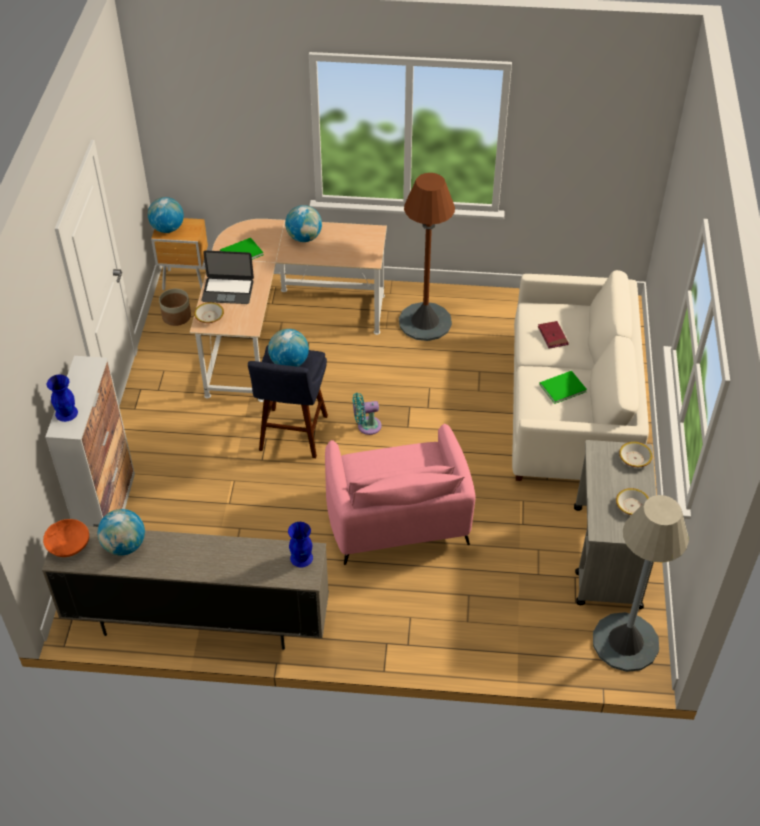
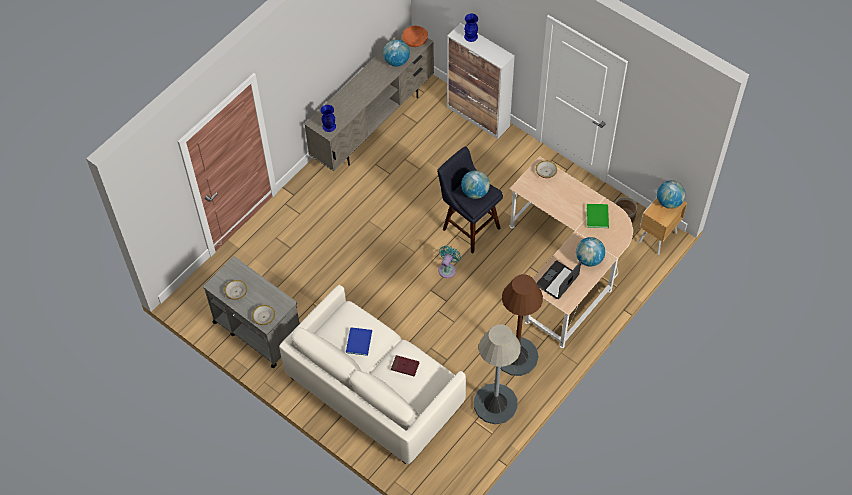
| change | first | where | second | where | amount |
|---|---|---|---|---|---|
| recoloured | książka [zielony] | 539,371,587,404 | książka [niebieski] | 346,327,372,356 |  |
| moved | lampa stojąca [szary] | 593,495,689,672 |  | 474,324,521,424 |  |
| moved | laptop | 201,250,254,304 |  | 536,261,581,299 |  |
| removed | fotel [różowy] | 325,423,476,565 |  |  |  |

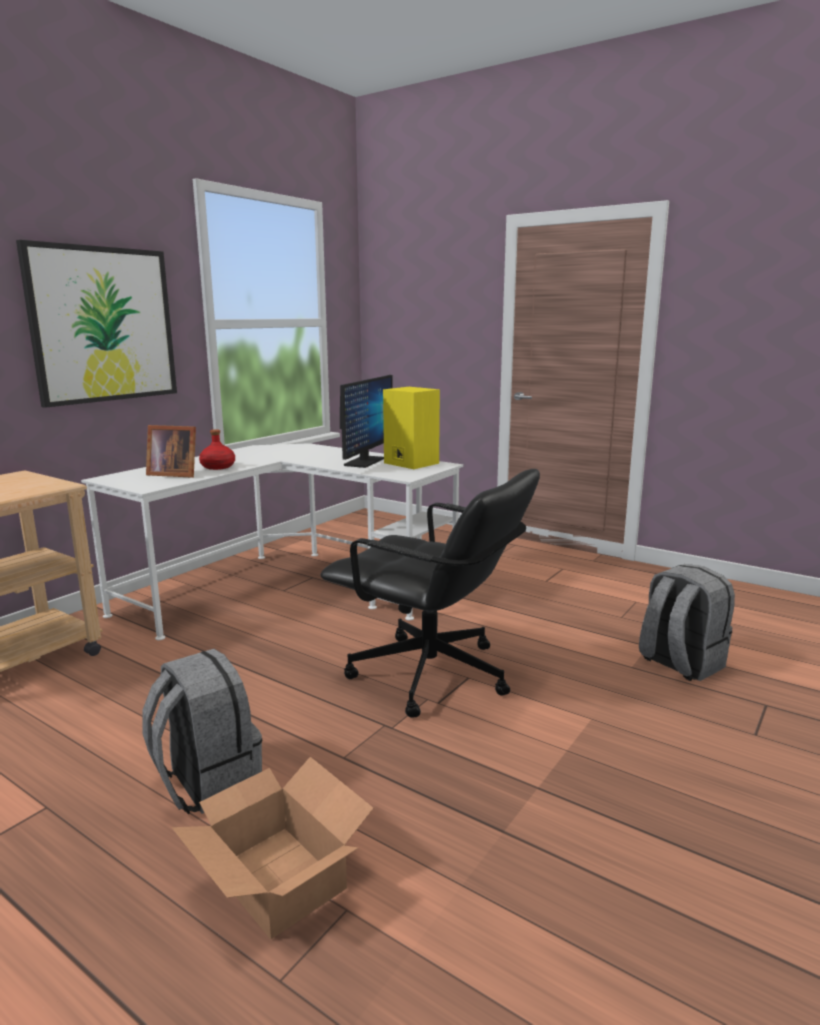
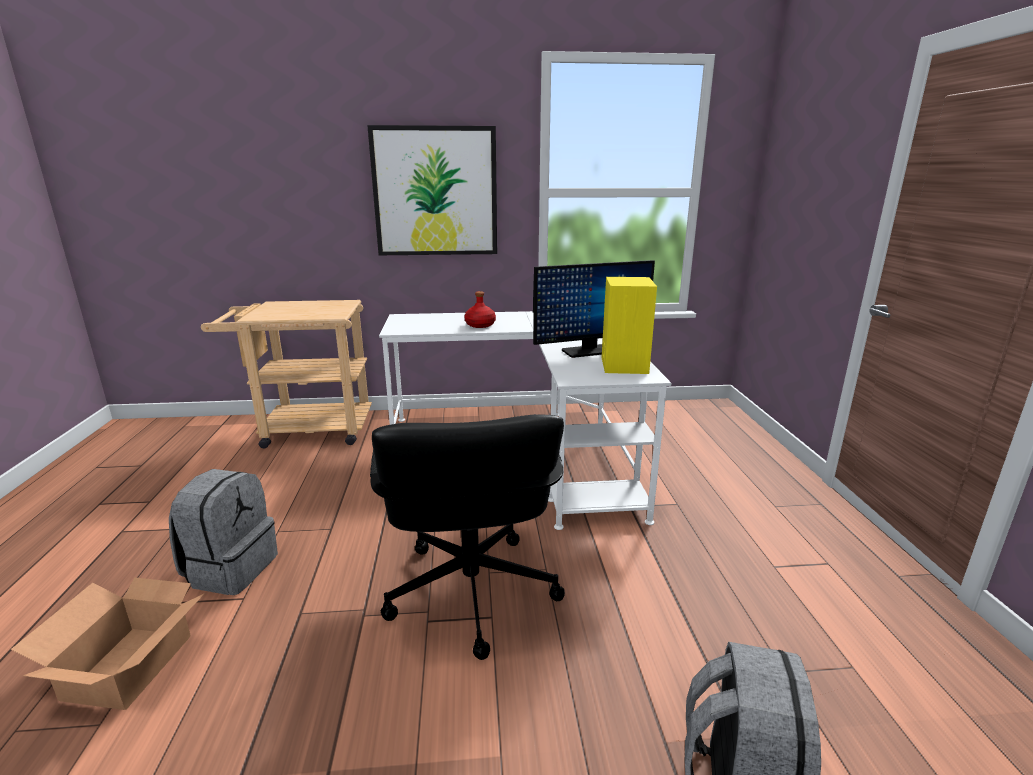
| change | first | where | second | where | amount |
|---|---|---|---|---|---|
| removed | ramka na zdjęcie | 146,425,196,478 |  |  |  |

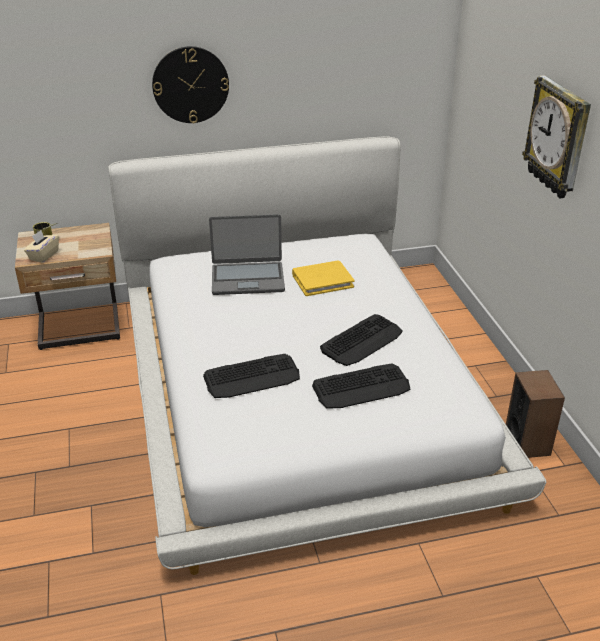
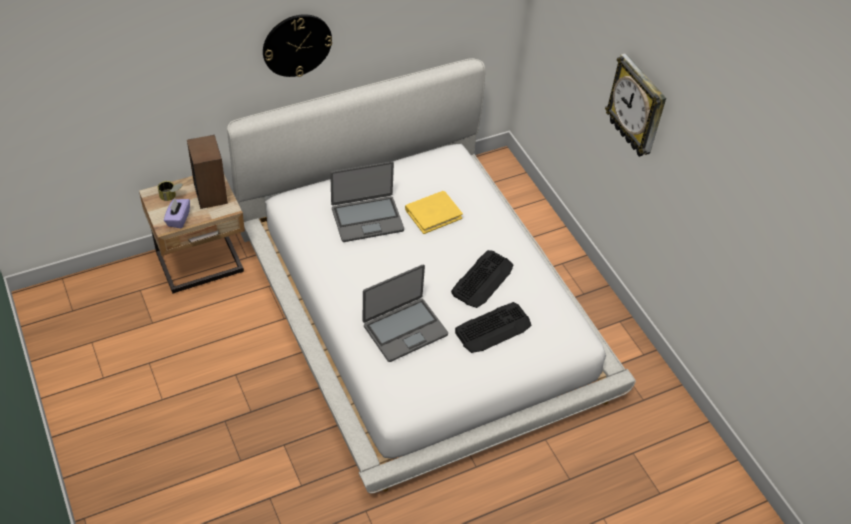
| change | first | where | second | where | amount |
|---|---|---|---|---|---|
| recoloured | pudełko chusteczek [beżowy] | 24,230,59,263 | pudełko chusteczek [fioletowy] | 164,199,190,229 |  |
| moved | głośnik | 506,370,565,458 |  | 187,135,228,209 |  |
| replaced | klawiatura | 203,354,300,398 | laptop | 363,265,448,362 |  |

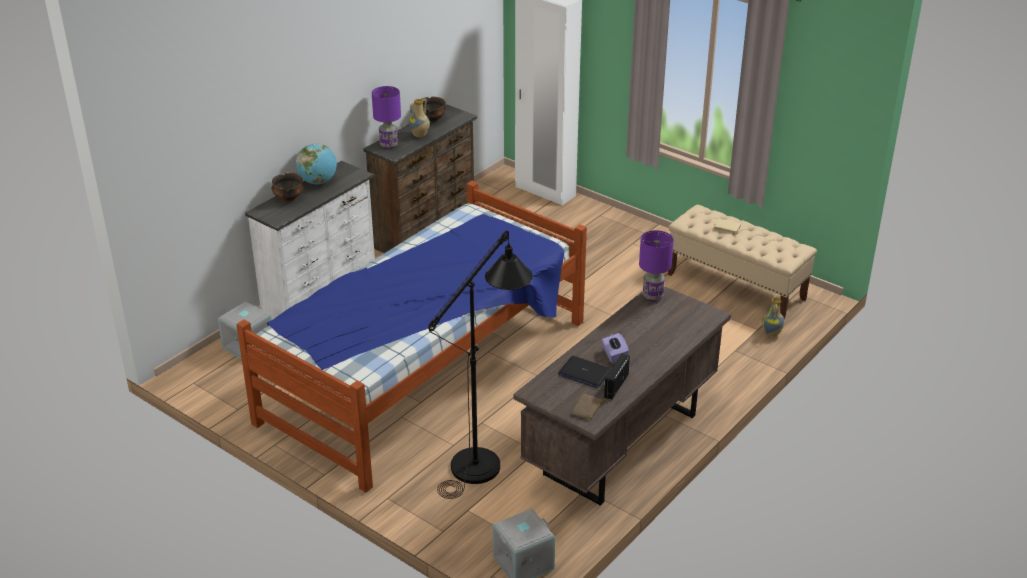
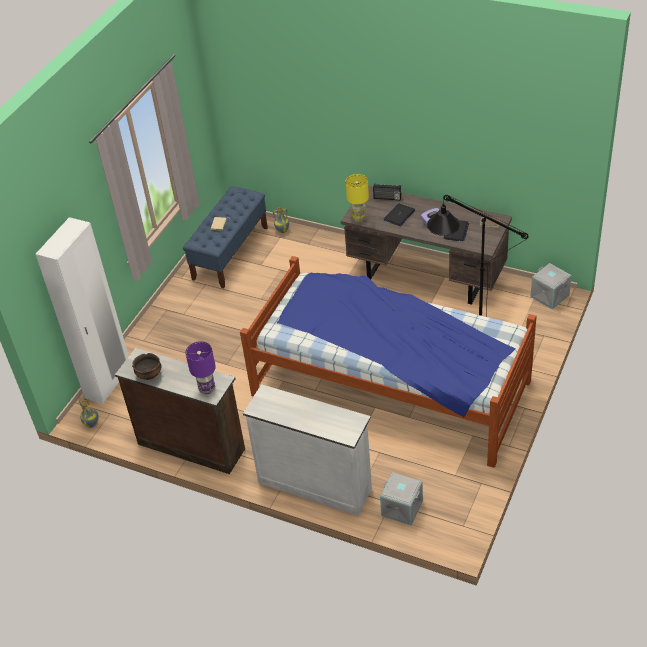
| change | first | where | second | where | amount |
|---|---|---|---|---|---|
| moved | wazon | 409,99,430,138 |  | 79,400,99,428 |  |
| recoloured | ławka [beżowy] | 668,205,817,320 | ławka [niebieski] | 183,186,268,289 |  |
| recoloured | lampa stołowa [fioletowy] | 639,230,674,301 | lampa stołowa [żółty] | 345,174,369,222 |  |
| moved | radio | 604,353,630,400 |  | 373,183,401,200 |  |
| added |  |  | laptop | 384,204,415,226 |  |
| removed | miska | 272,173,303,202 |  |  |  |
| removed | globus | 296,143,337,184 |  |  |  |

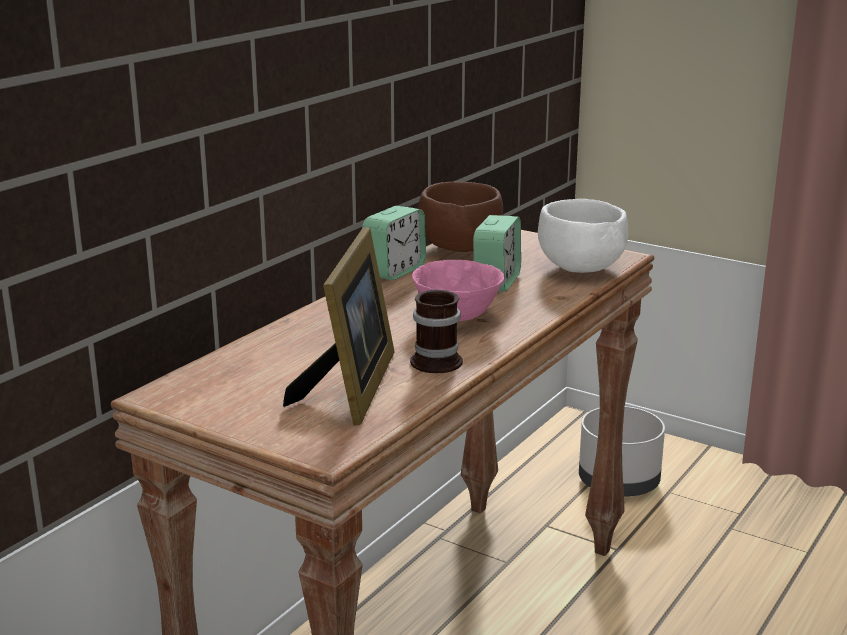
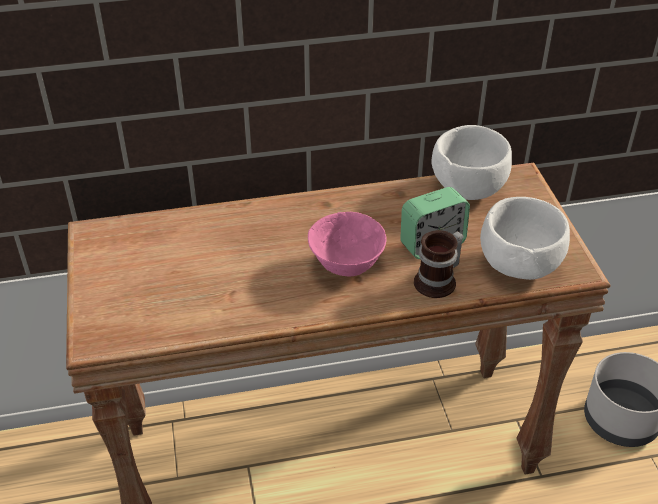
| change | first | where | second | where | amount |
|---|---|---|---|---|---|
| moved | kubek | 410,290,463,373 |  | 414,230,464,298 |  |
| recoloured | miska [brązowy] | 418,182,503,252 | miska [biały] | 432,125,512,200 |  |
| removed | ramka na zdjęcie | 283,227,395,426 |  |  |  |
| removed | budzik | 362,206,426,280 |  |  |  |

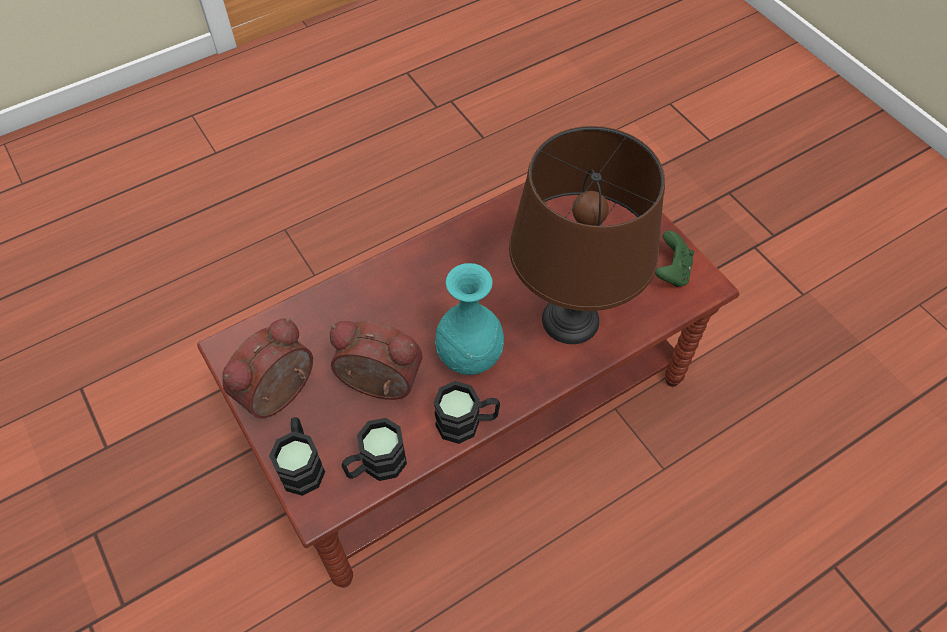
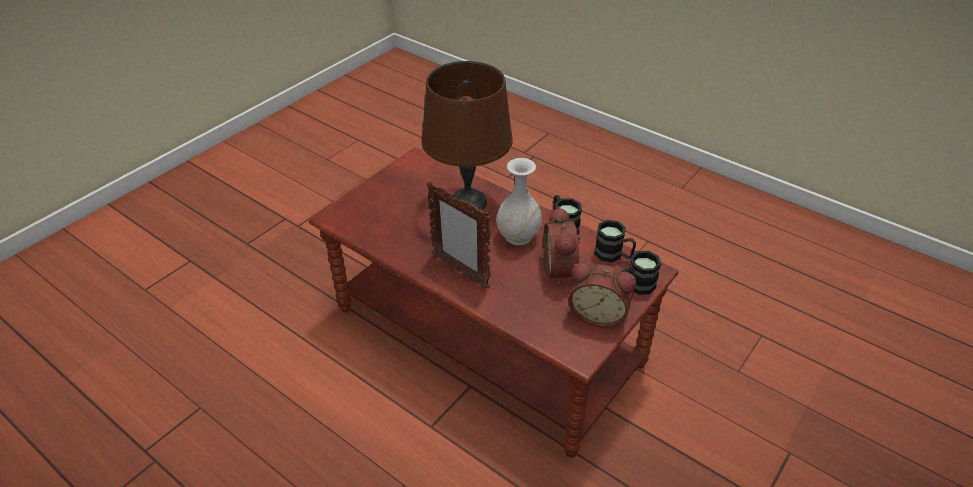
| change | first | where | second | where | amount |
|---|---|---|---|---|---|
| added |  |  | ramka na zdjęcie | 426,181,491,289 |  |
| recoloured | wazon [turkusowy] | 435,263,504,375 | wazon [biały] | 497,158,542,245 |  |
| removed | pad do gier [zielony] | 655,231,694,287 |  |  |  |

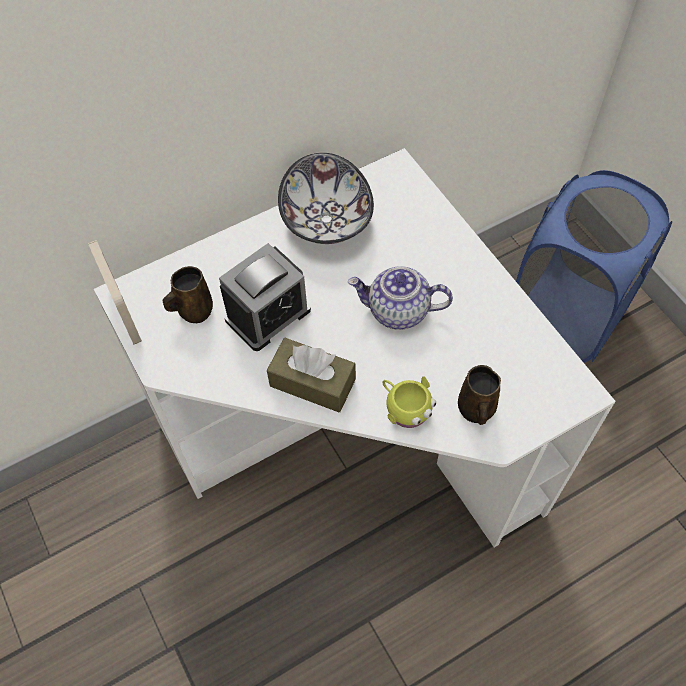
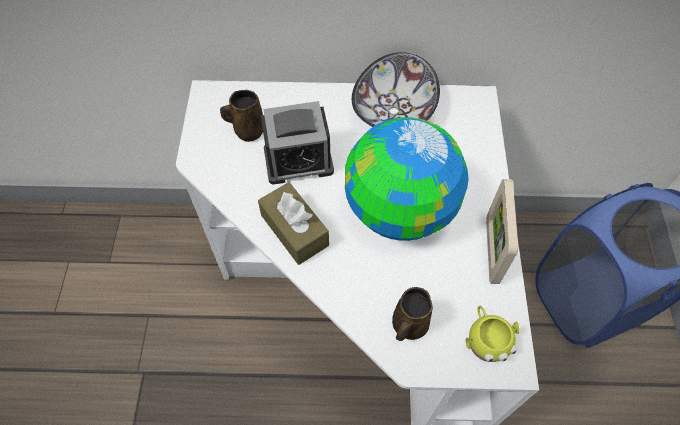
| change | first | where | second | where | amount |
|---|---|---|---|---|---|
| replaced | imbryk | 348,266,453,330 | globus | 345,117,469,241 |  |
| moved | kubek [żółty] | 383,376,436,428 |  | 466,306,519,362 |  |
| moved | ramka na zdjęcie | 88,240,142,344 |  | 486,179,518,284 |  |

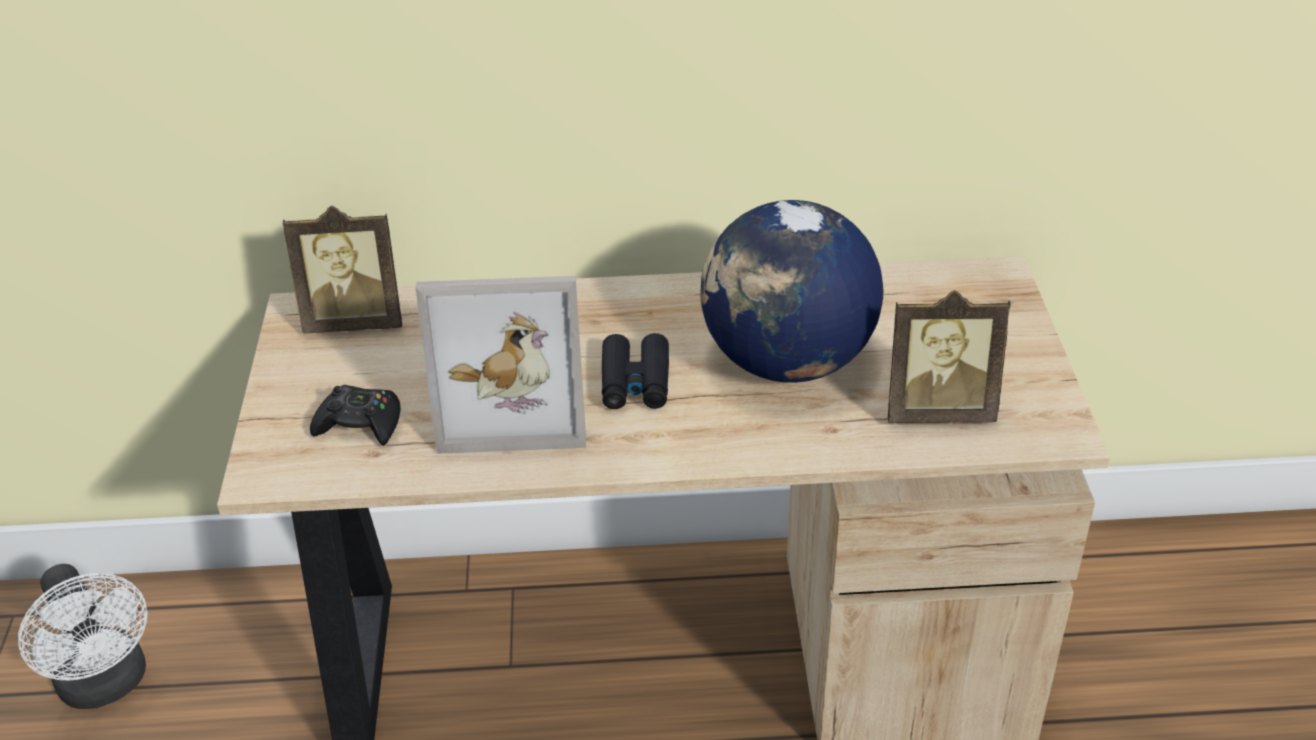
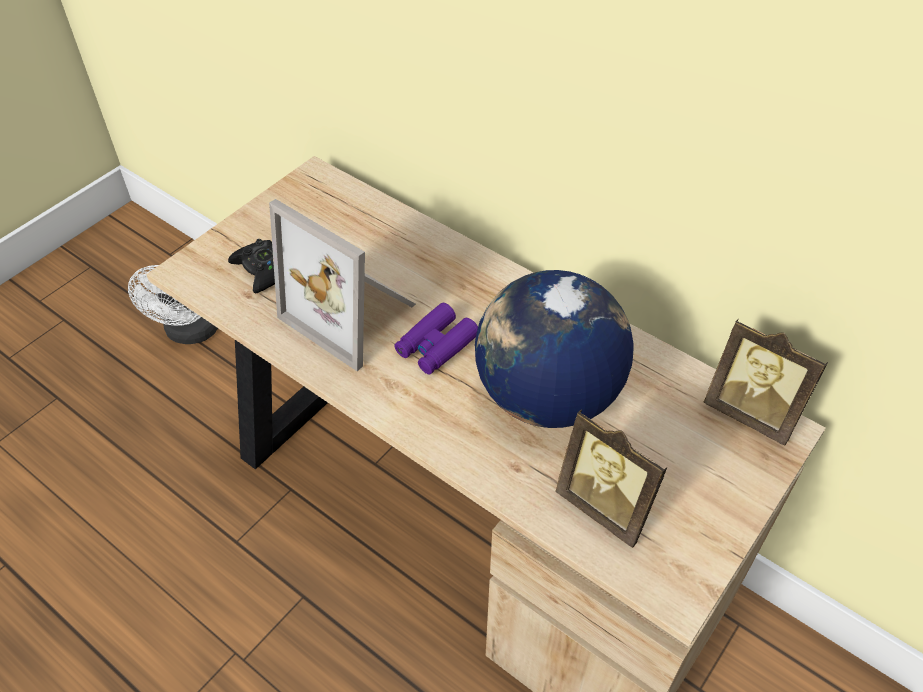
| change | first | where | second | where | amount |
|---|---|---|---|---|---|
| recoloured | lornetka [czarny] | 602,333,669,409 | lornetka [fioletowy] | 395,303,478,374 |  |
| moved | ramka na zdjęcie | 283,206,402,334 |  | 703,319,828,446 |  |

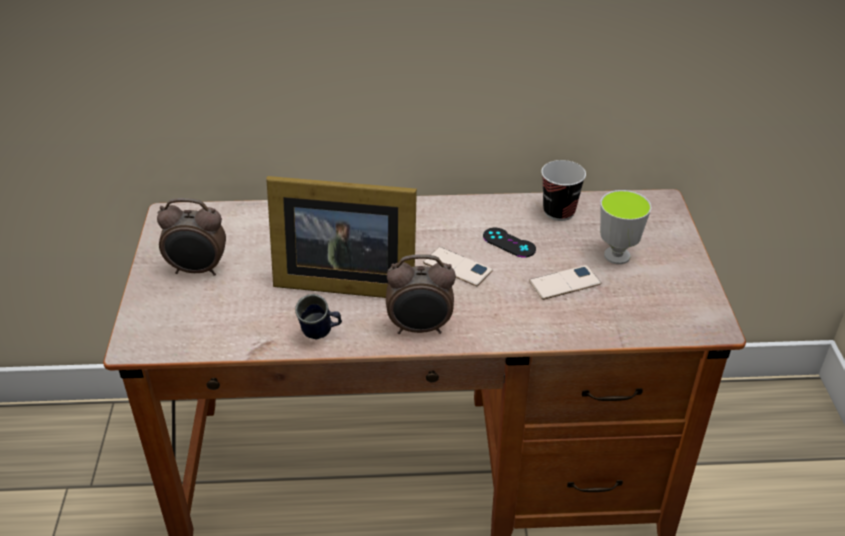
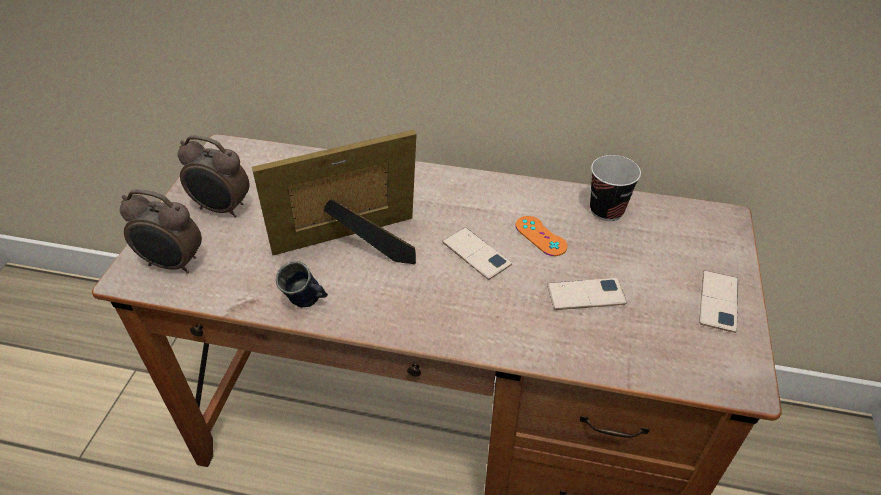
| change | first | where | second | where | amount |
|---|---|---|---|---|---|
| moved | budzik | 386,254,456,334 |  | 120,189,202,274 |  |
| turned | ramka na zdjęcie | 266,176,417,298 |  | 252,130,417,264 | 135 degrees clockwise |
| recoloured | pad do gier [czarny] | 483,228,536,258 | pad do gier [pomarańczowy] | 515,216,568,256 |  |
| added |  |  | telefon | 699,271,738,333 |  |
| removed | filiżanka | 600,190,651,264 |  |  |  |

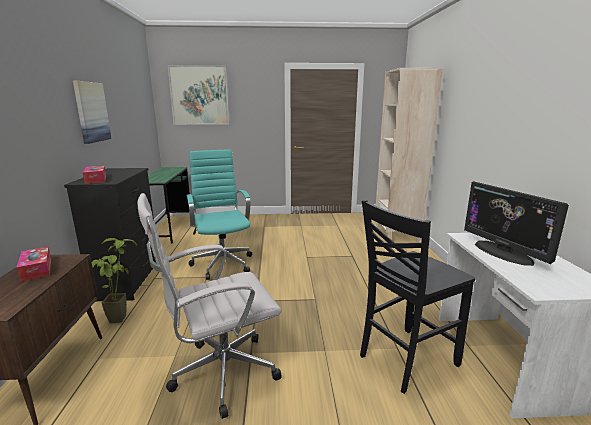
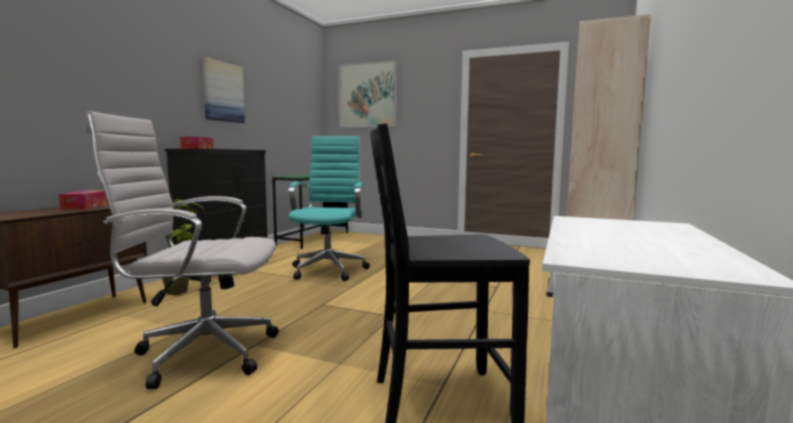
| change | first | where | second | where | amount |
|---|---|---|---|---|---|
| removed | monitor | 464,181,569,266 |  |  |  |

